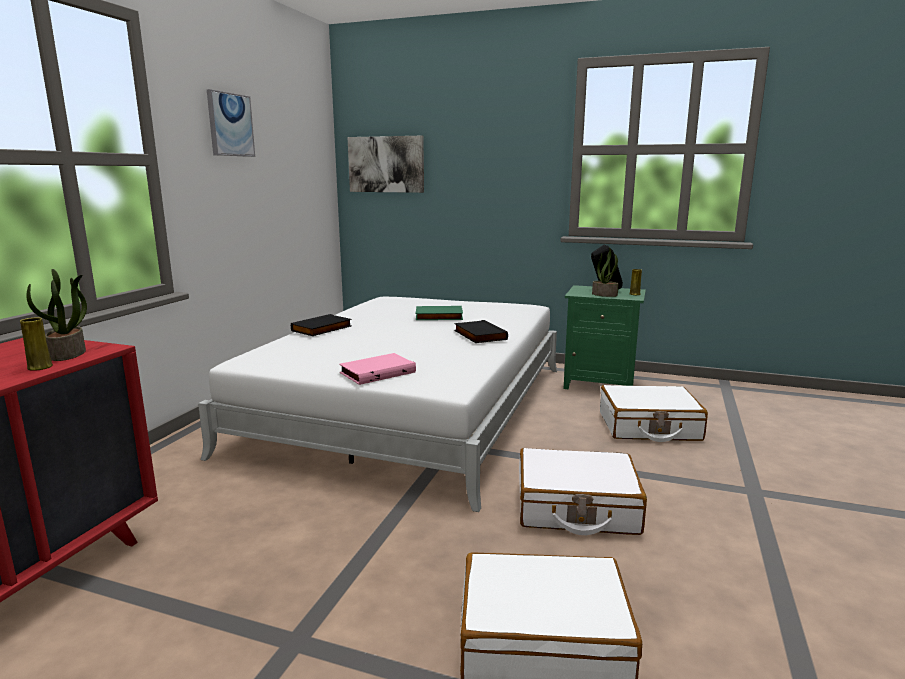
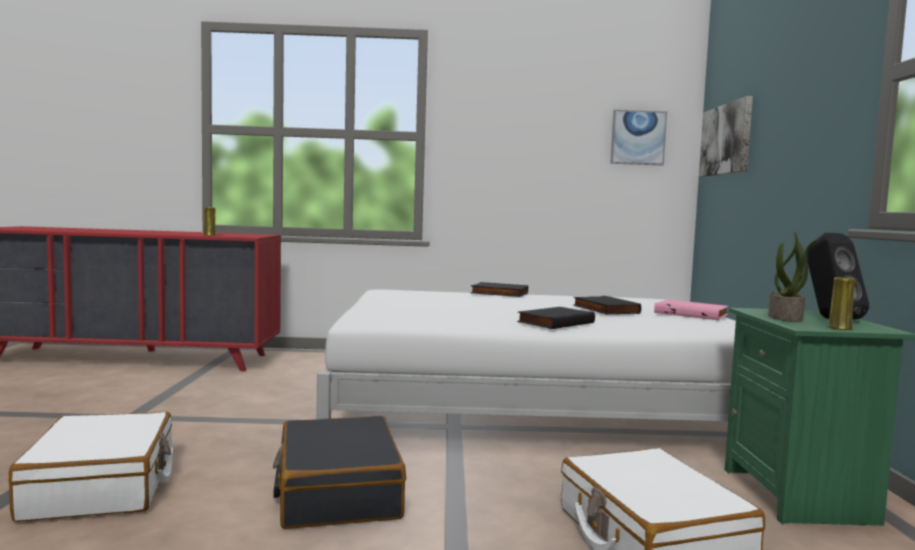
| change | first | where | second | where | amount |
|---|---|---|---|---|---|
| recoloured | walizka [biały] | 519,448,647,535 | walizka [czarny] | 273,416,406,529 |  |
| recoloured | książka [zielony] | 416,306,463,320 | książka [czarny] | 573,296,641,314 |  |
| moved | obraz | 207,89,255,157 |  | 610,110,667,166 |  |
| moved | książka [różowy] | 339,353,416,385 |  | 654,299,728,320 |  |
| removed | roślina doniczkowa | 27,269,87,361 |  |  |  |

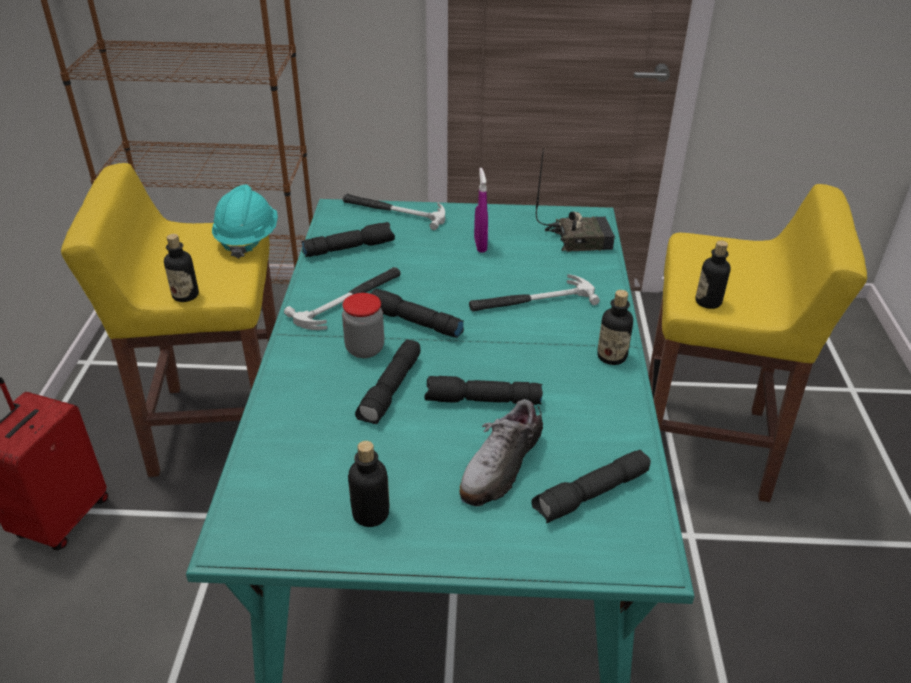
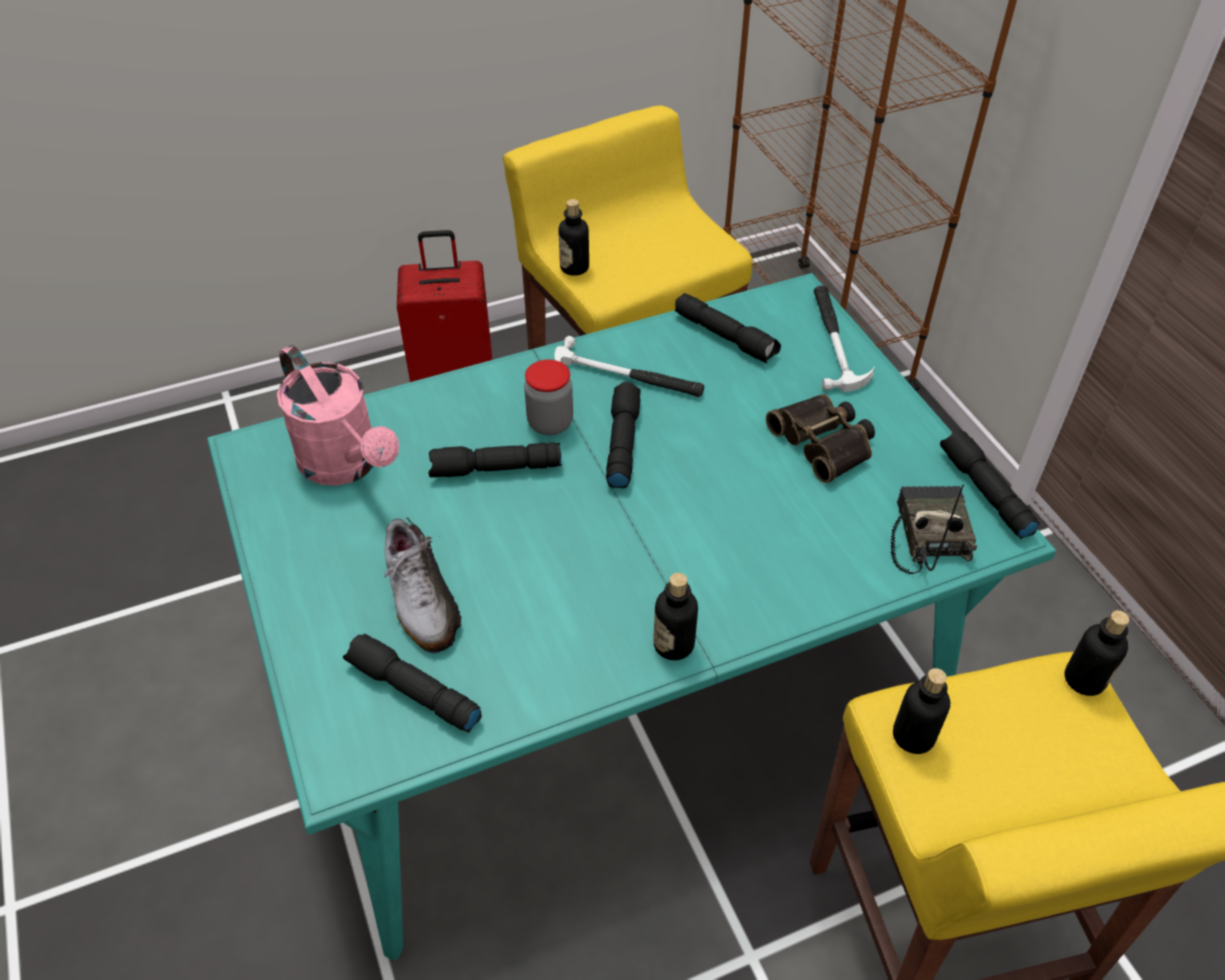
| change | first | where | second | where | amount |
|---|---|---|---|---|---|
| added |  |  | konewka [różowy] | 277,345,399,486 |  |
| turned | but | 459,399,543,507 |  | 384,517,461,654 | 120 degrees counterclockwise |
| replaced | spryskiwacz [fioletowy] | 474,168,488,253 | lornetka | 766,394,875,483 |  |
| turned | radio | 536,148,615,252 |  | 891,484,977,574 | 150 degrees counterclockwise |
| moved | latarka [czarny] | 425,376,543,405 |  | 940,430,1040,539 |  |
| moved | butelka | 348,441,390,527 |  | 1064,610,1129,696 |  |
| removed | kask [turkusowy] | 212,185,278,259 |  |  |  |
| removed | młotek | 469,274,600,312 |  |  |  |

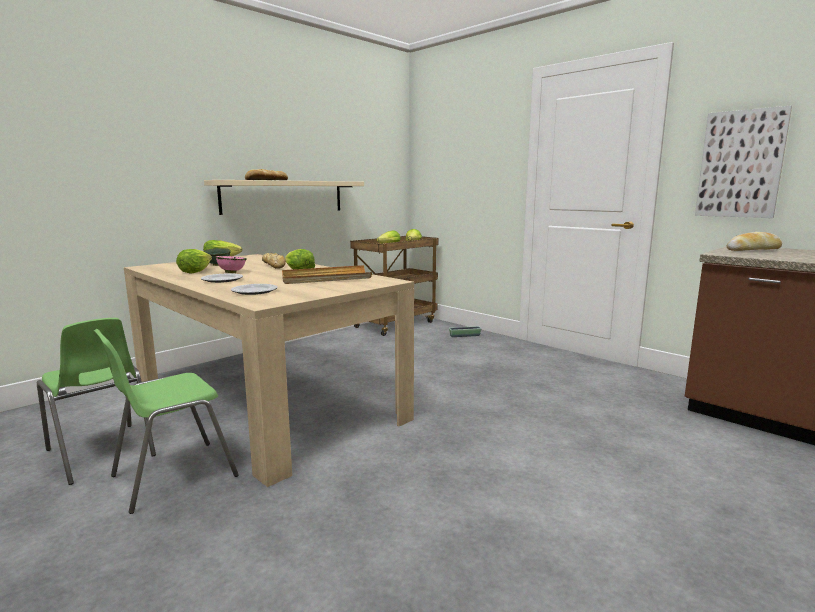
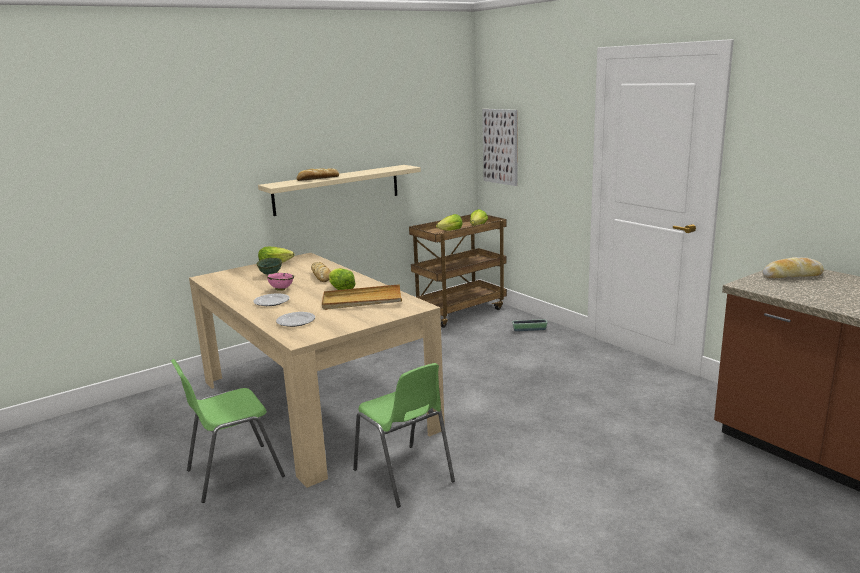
| change | first | where | second | where | amount |
|---|---|---|---|---|---|
| moved | krzesło [zielony] | 37,318,156,485 |  | 353,363,455,508 |  |
| moved | obraz | 695,106,792,218 |  | 482,109,518,186 |  |
| removed | sałata | 176,249,212,274 |  |  |  |

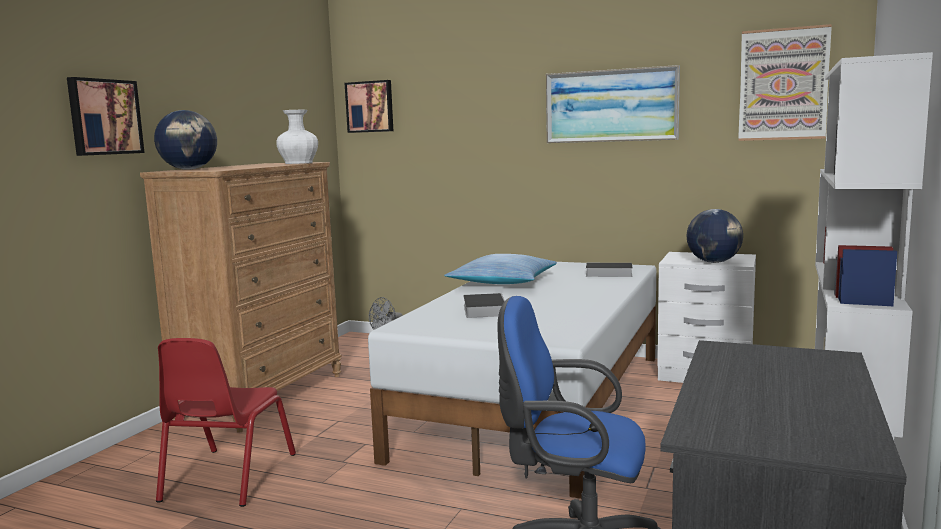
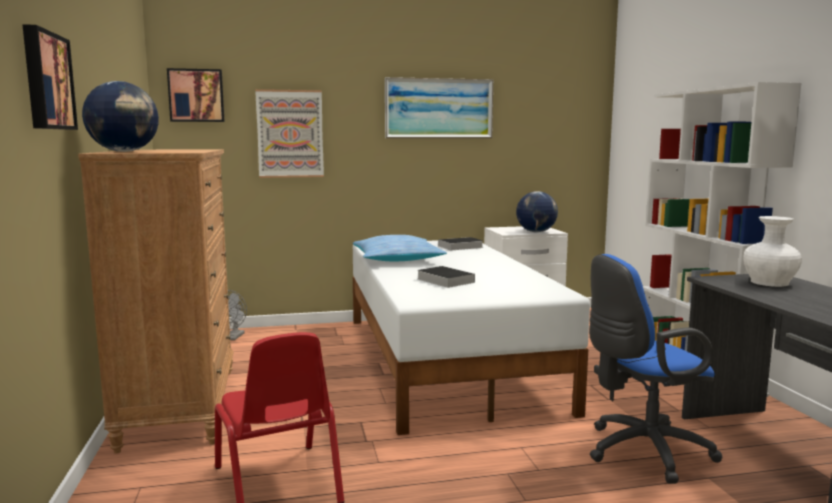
| change | first | where | second | where | amount |
|---|---|---|---|---|---|
| moved | obraz | 738,24,832,141 |  | 255,89,324,178 |  |
| moved | wazon [biały] | 276,110,318,164 |  | 743,216,802,287 |  |

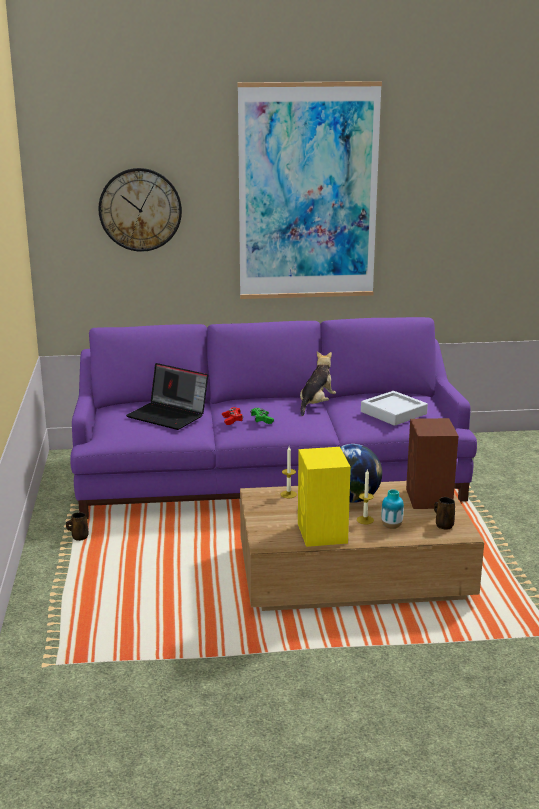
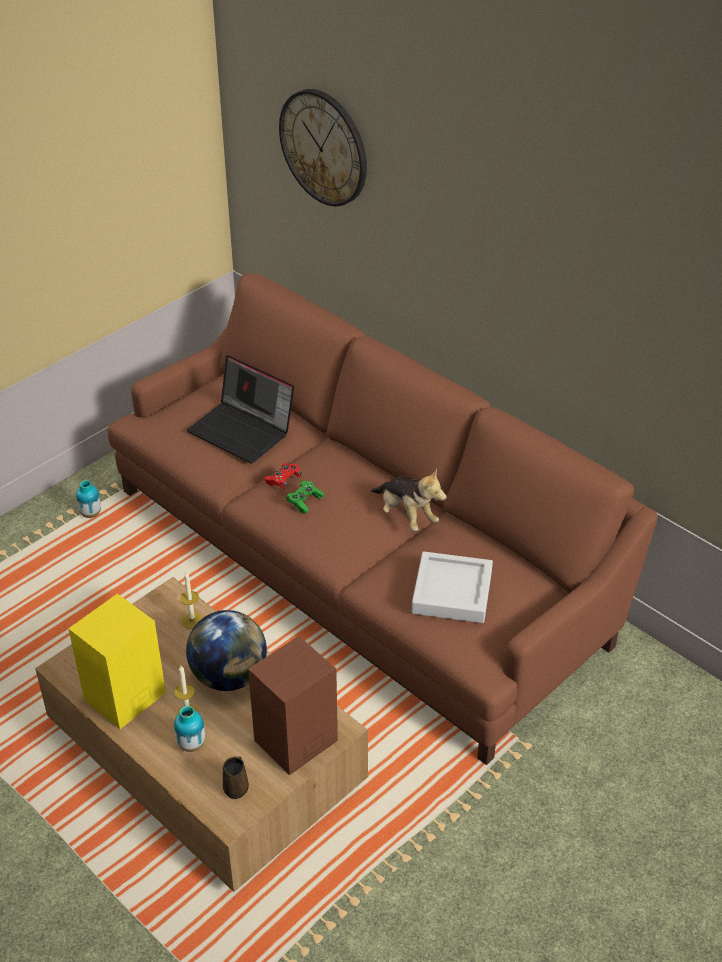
| change | first | where | second | where | amount |
|---|---|---|---|---|---|
| replaced | kubek [brązowy] | 66,512,89,541 | wazon | 76,480,101,518 |  |
| recoloured | kanapa [fioletowy] | 70,317,477,519 | kanapa [brązowy] | 108,273,658,765 |  |
| turned | laptop | 126,363,208,430 |  | 187,355,294,464 | 45 degrees counterclockwise |
| turned | pluszak | 300,352,336,416 |  | 371,469,447,531 | 60 degrees clockwise |
| removed | obraz | 238,81,382,299 |  |  |  |

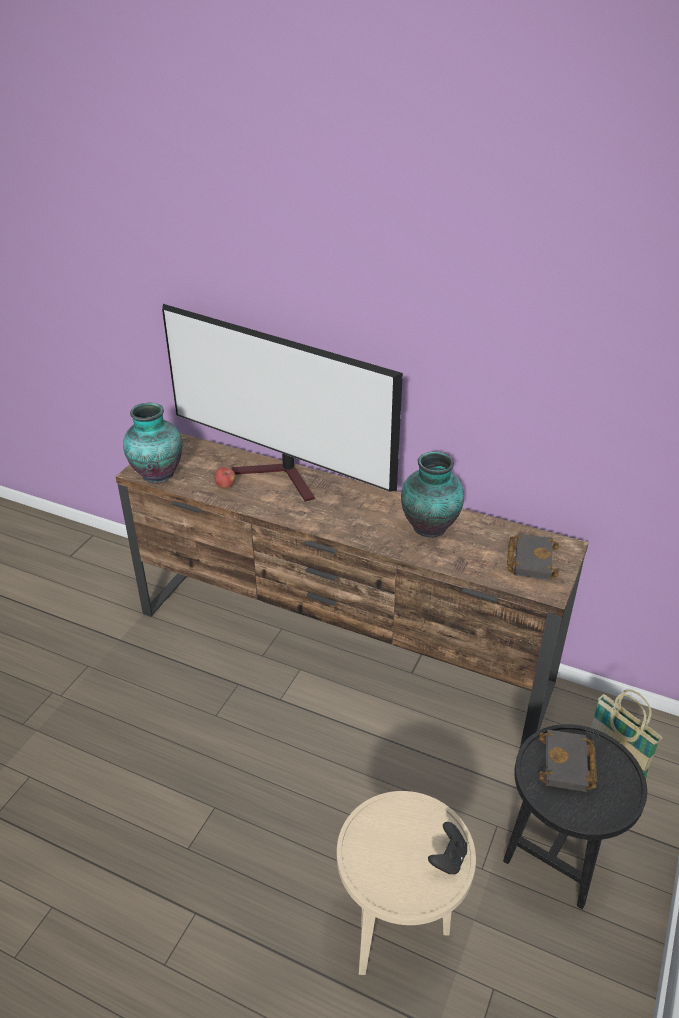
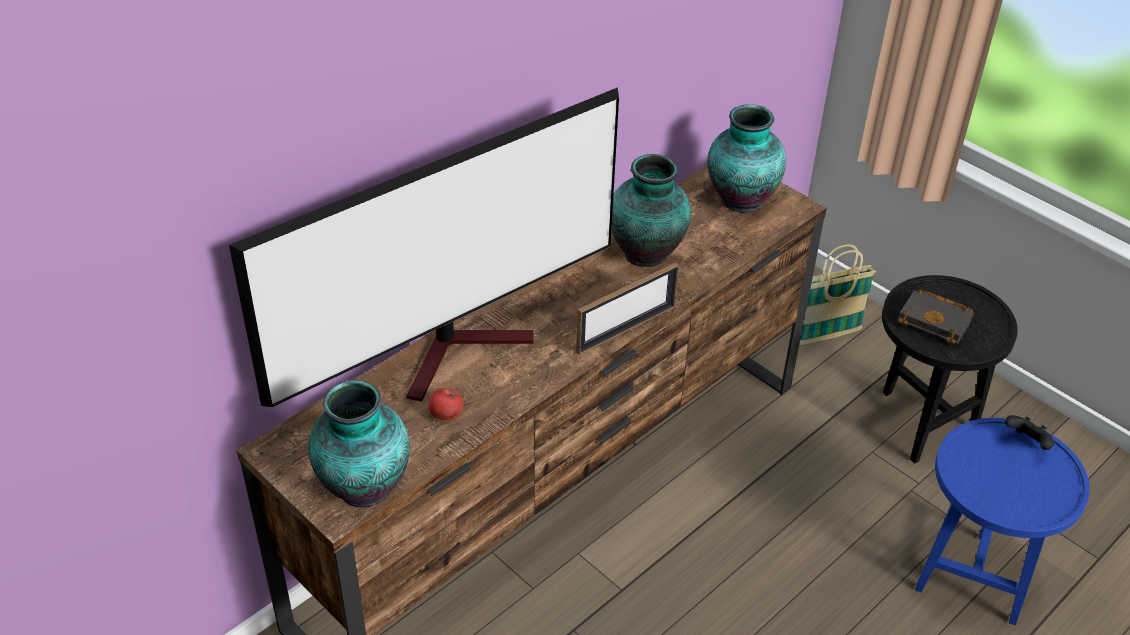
| change | first | where | second | where | amount |
|---|---|---|---|---|---|
| added |  |  | ramka na zdjęcie | 576,262,679,355 |  |
| replaced | książka [czarny] | 507,534,559,580 | wazon | 707,104,786,213 |  |
| recoloured | stolik [beżowy] | 337,791,476,975 | stolik [niebieski] | 915,418,1090,625 |  |

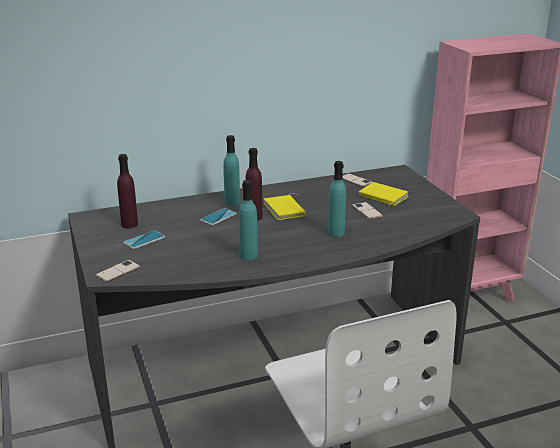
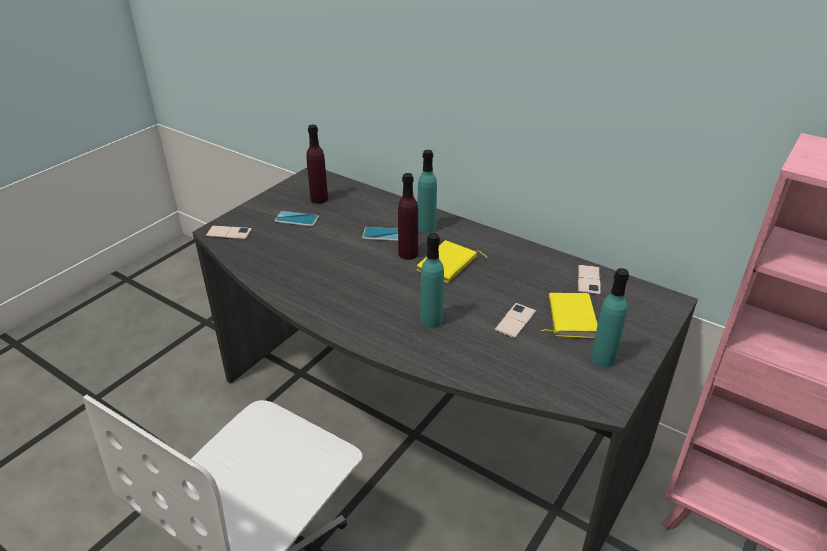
| change | first | where | second | where | amount |
|---|---|---|---|---|---|
| moved | butelka [turkusowy] | 239,180,258,260 |  | 591,268,629,367 |  |

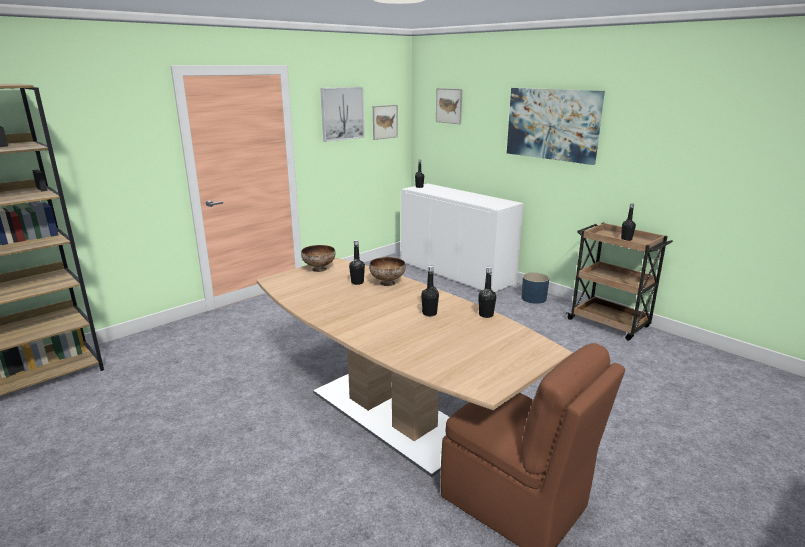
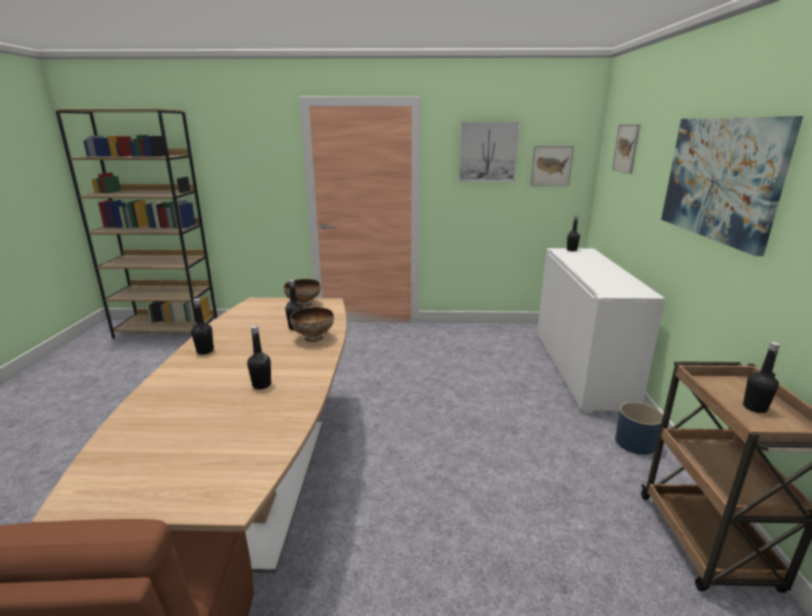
| change | first | where | second | where | amount |
|---|---|---|---|---|---|
| moved | butelka [czarny] | 478,267,496,318 |  | 191,299,214,355 |  |

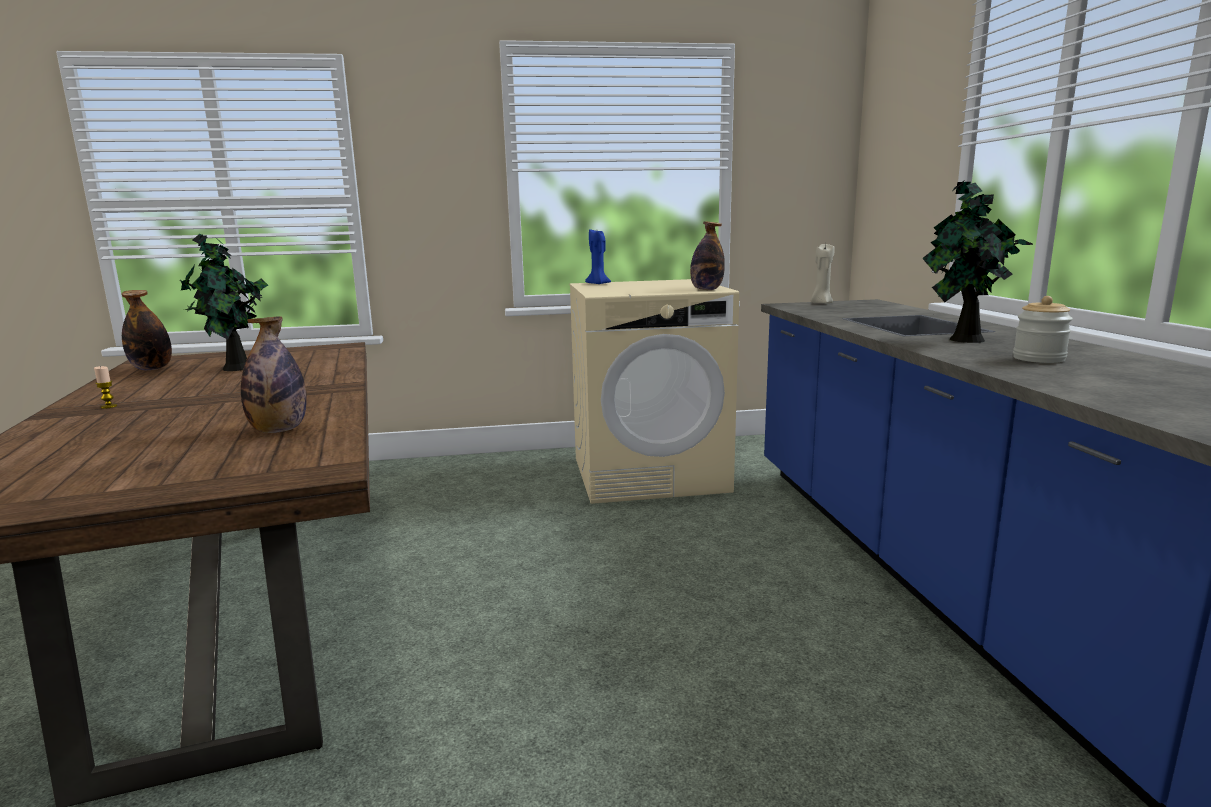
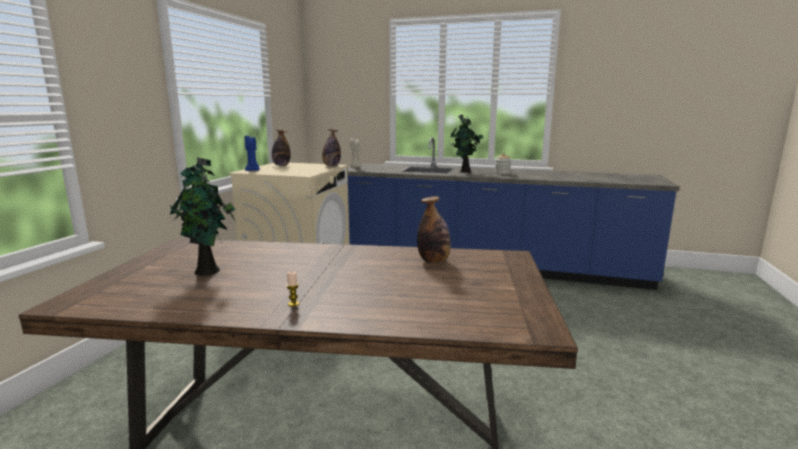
| change | first | where | second | where | amount |
|---|---|---|---|---|---|
| moved | butelka | 121,290,172,370 |  | 272,129,290,166 |  |

